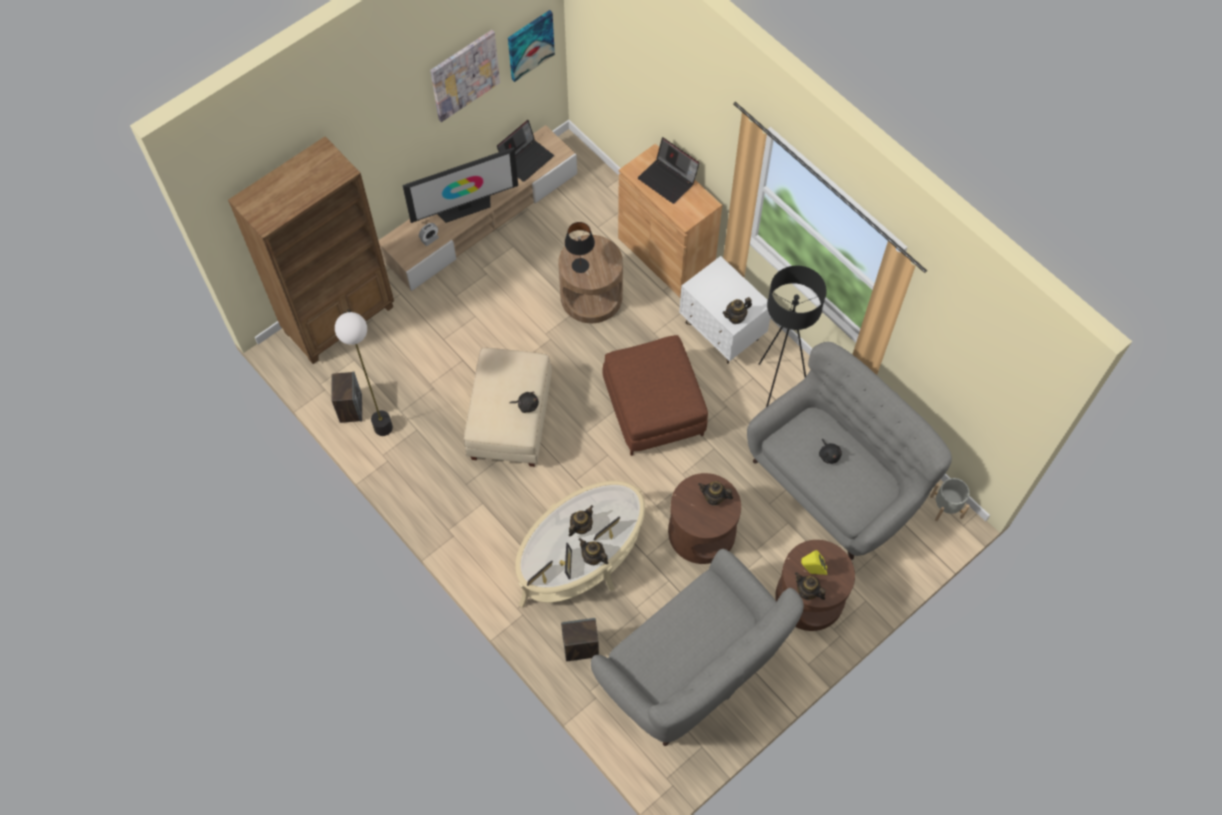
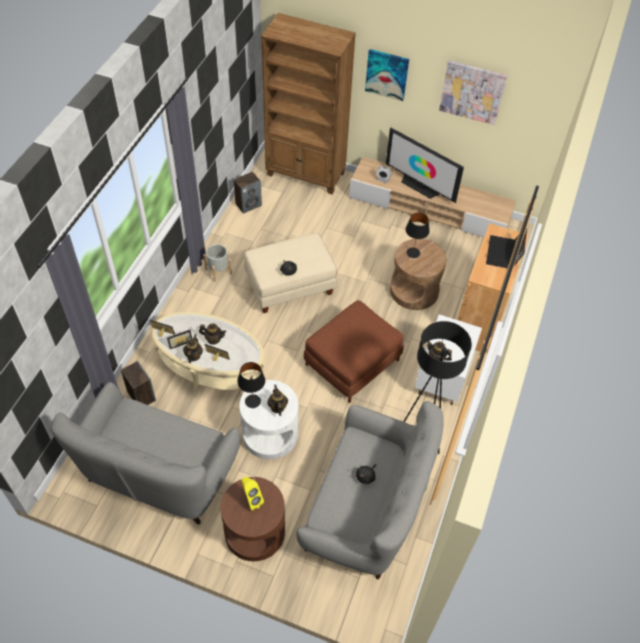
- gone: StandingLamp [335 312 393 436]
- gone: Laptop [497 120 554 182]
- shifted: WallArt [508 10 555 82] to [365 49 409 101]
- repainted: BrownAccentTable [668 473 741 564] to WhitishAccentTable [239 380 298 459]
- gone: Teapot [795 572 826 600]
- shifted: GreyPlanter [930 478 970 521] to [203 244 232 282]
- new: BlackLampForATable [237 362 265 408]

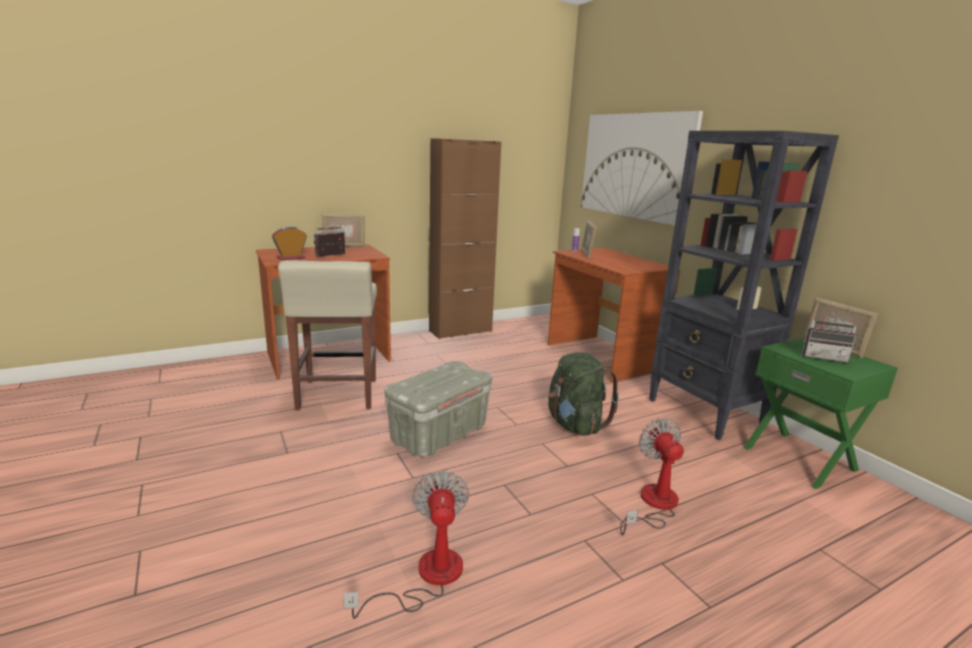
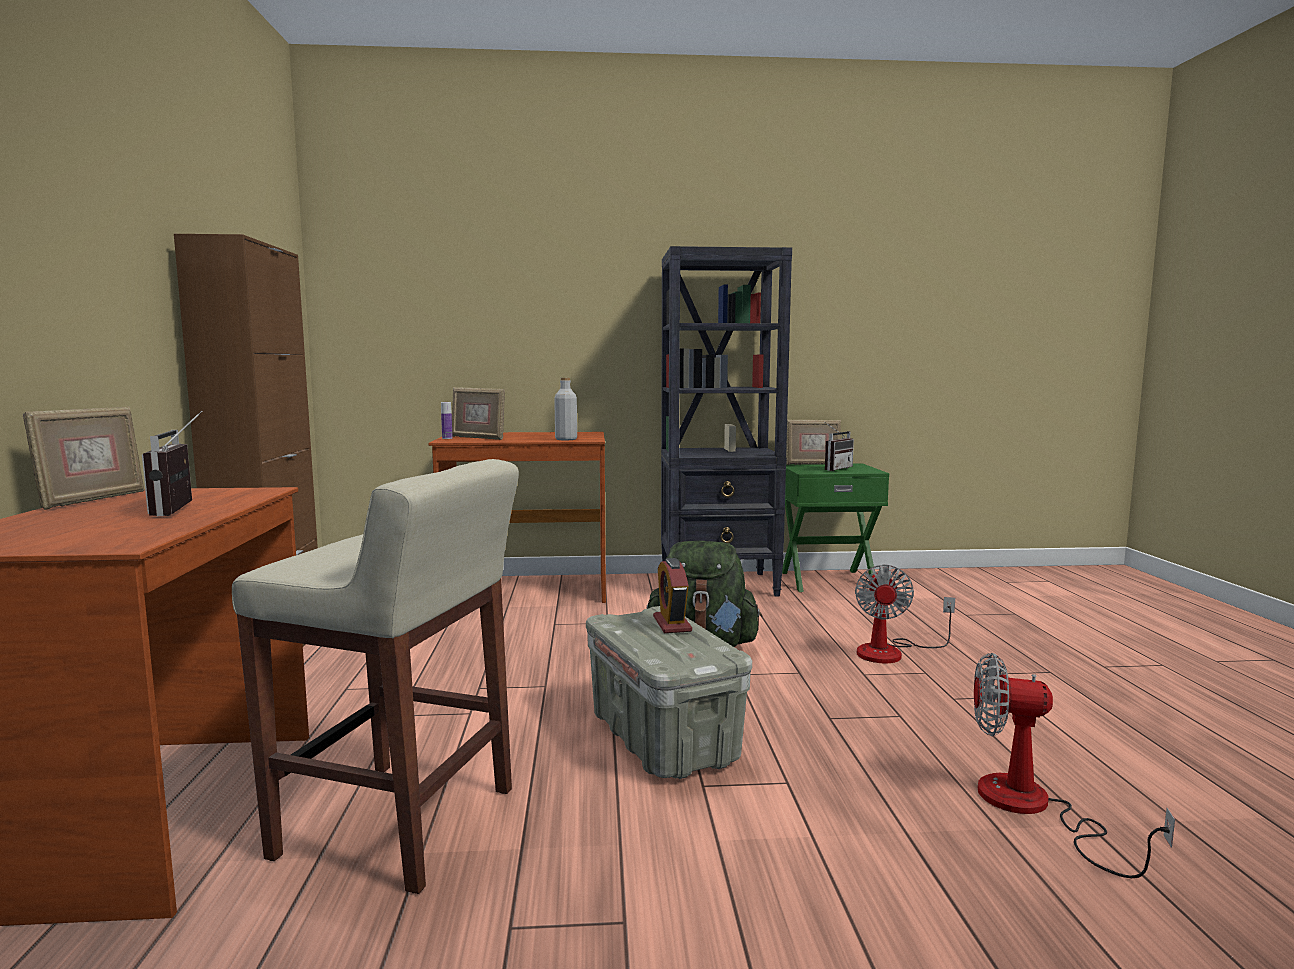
- shifted: TableClock [272 226 307 260] to [653 558 692 633]
- gone: WallArt [581 111 703 225]
- rotated: CoolingFan [620 418 684 535] = [855 565 955 663] 90 degrees counterclockwise
- new: GreyDrinkBottle [554 378 577 440]

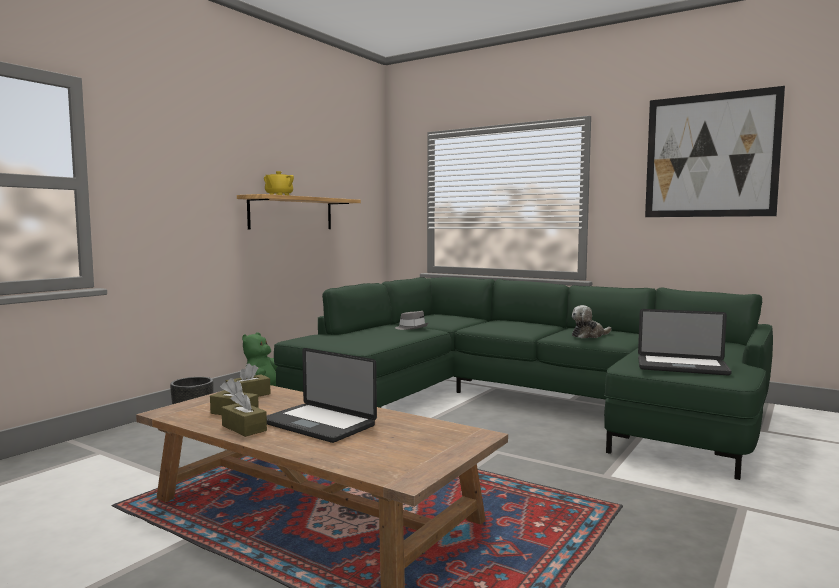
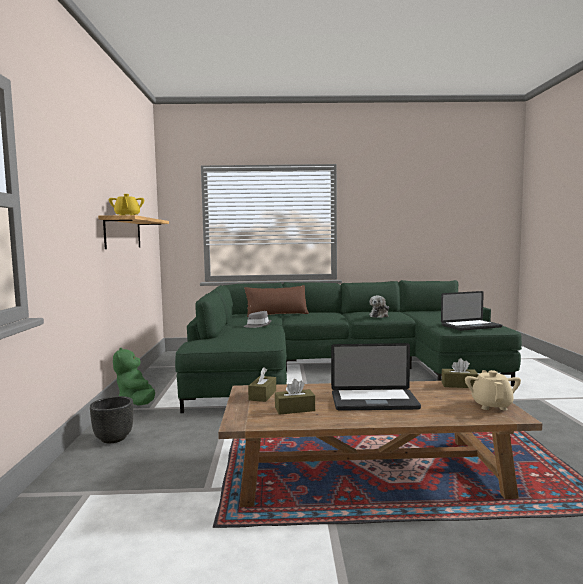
- shifted: BrownTissueBox [221 390 267 437] to [441 358 479 388]
- gone: WallArt [645 86 785 217]
- new: BrownCushion [244 285 309 317]
- new: BeigeColouredTeapot [465 370 521 410]

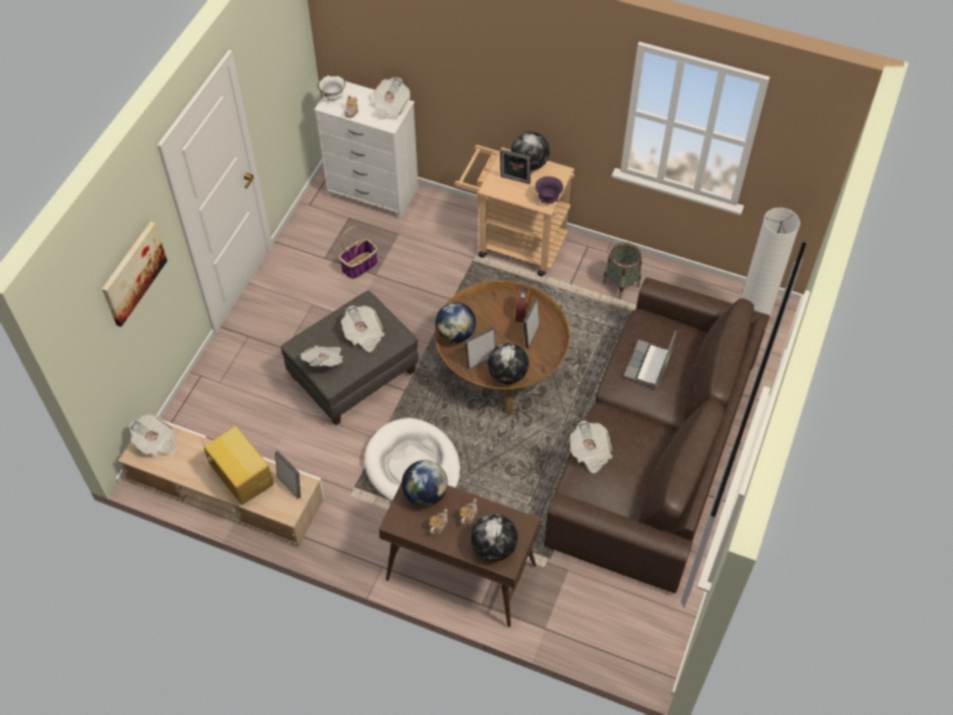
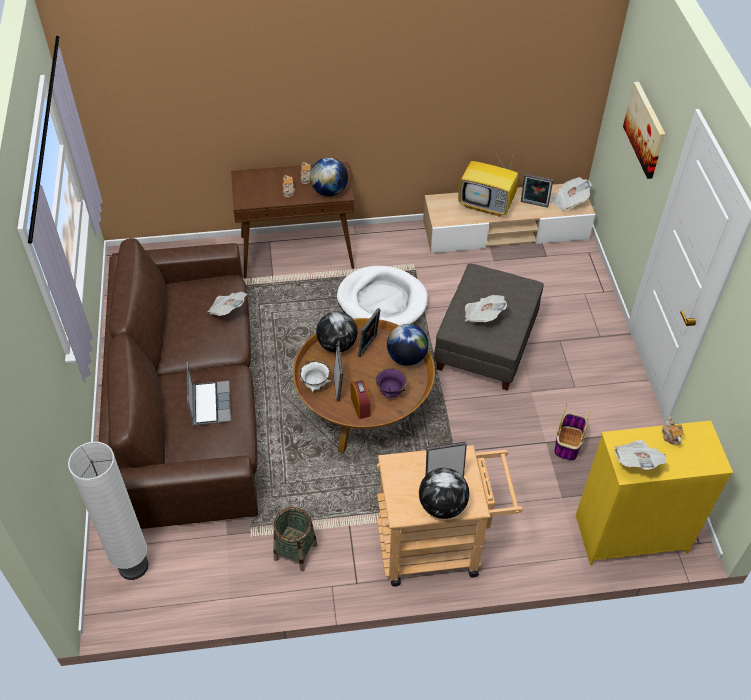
- shifted: PictureFrame [275 450 301 499] to [521 174 553 208]
- gone: DailyPaper [301 345 343 367]
- repainted: WhitishChestOfDrawers [314 81 418 219] to YellowColouredChestOfDrawers [576 421 733 565]
- shifted: WhitishServingBowl [317 74 345 101] to [300 360 331 392]
- gone: Globe [471 514 518 561]
- shifted: PurpleServingBowl [535 176 563 203] to [376 368 407 399]

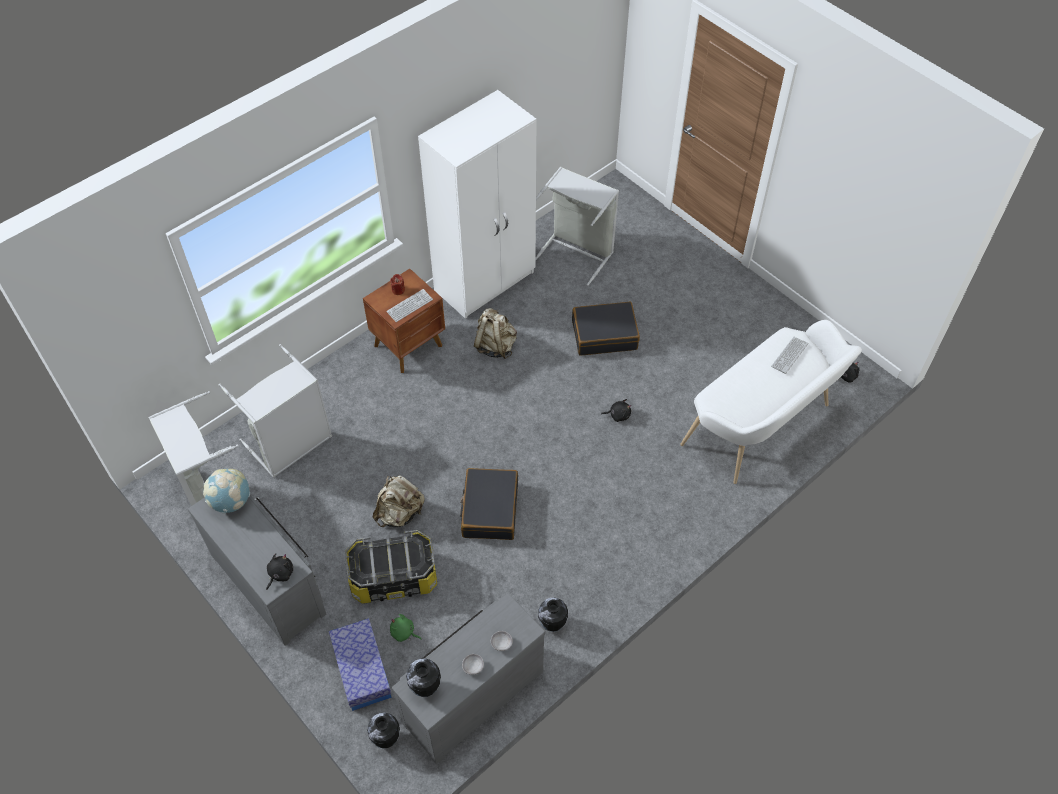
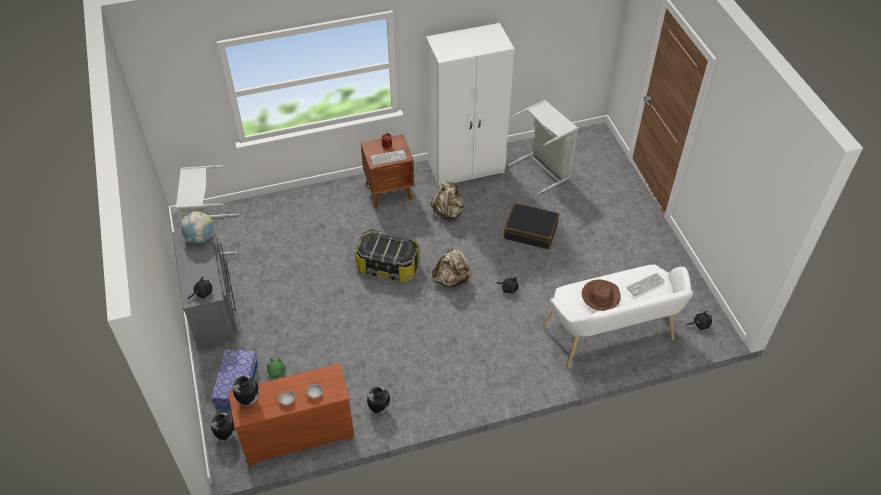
- gone: GreyHamper [219 344 332 478]
- shifted: StorageBox [345 530 437 604] to [355 229 420 282]
- shifted: BeigeColouredKnapsack [373 476 425 527] to [432 246 472 287]
- repainted: GreyChestOfDrawers [392 593 545 764] to BrownChestOfDrawers [228 364 354 466]
- gone: BlackPieceOfLuggage [460 468 518 540]
- new: BrownWearableHat [582 280 620 311]

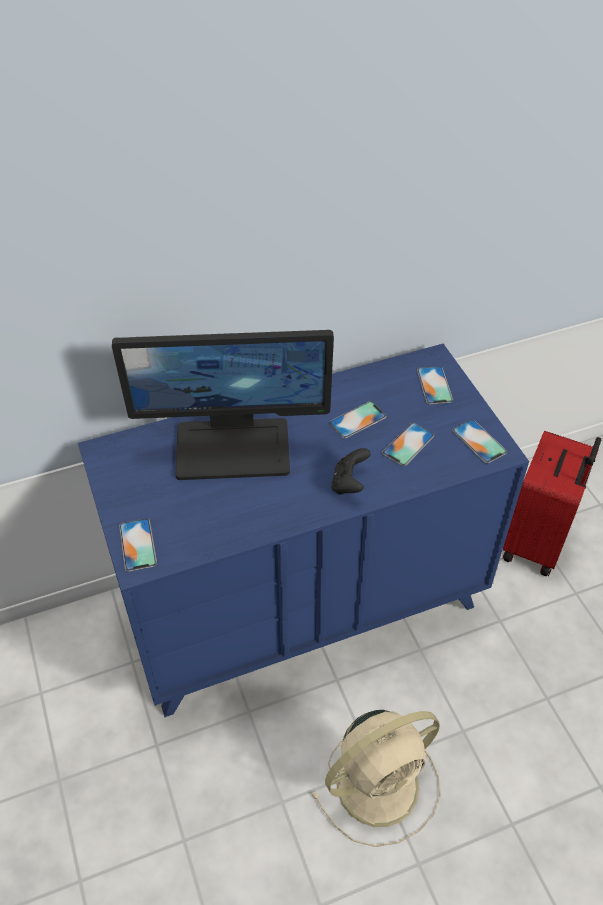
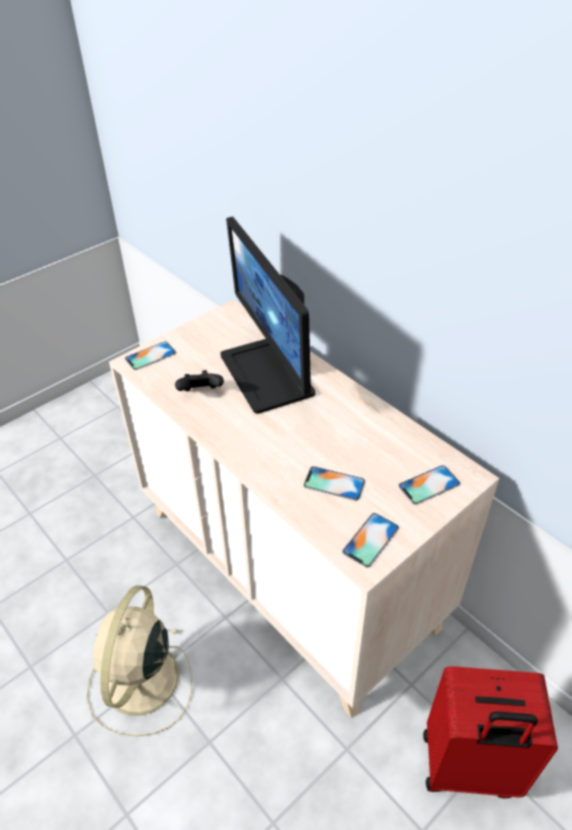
- repainted: BluishChestOfDrawers [78 344 529 717] to BeigeColouredChestOfDrawers [109 300 499 718]
- rotated: BeigeColouredCoolingFan [311 710 441 847] = [86 585 192 736] 60 degrees clockwise
- gone: Handset [329 401 386 438]
- shifted: BlackGameController [331 448 371 495] to [175 370 224 391]

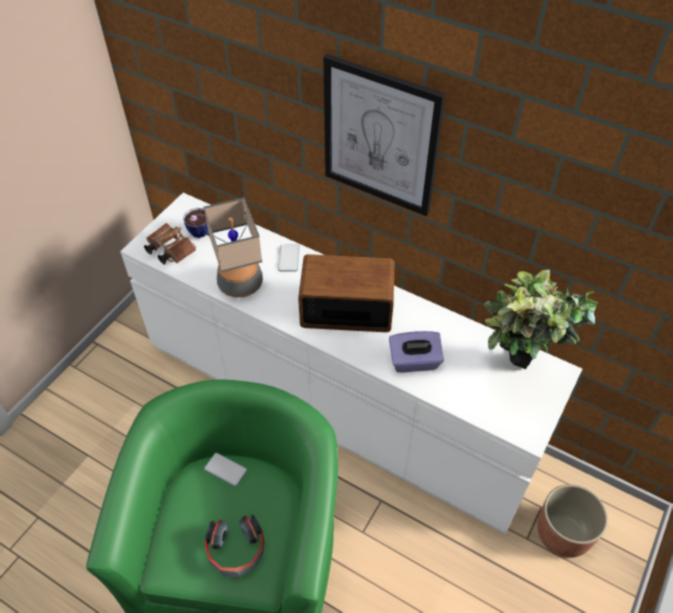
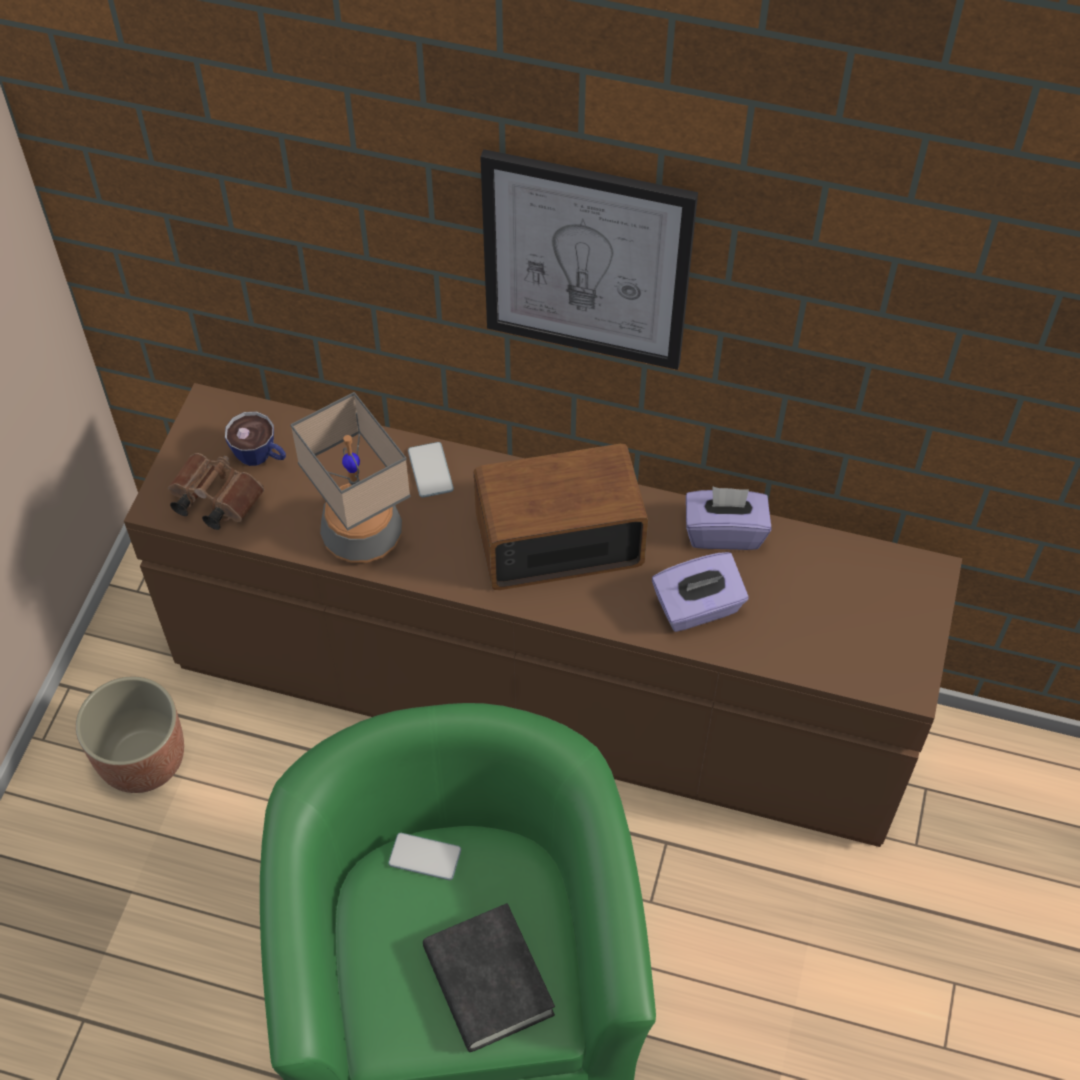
- repainted: WhitishChestOfDrawers [120 193 582 535] to BrownChestOfDrawers [124 383 962 847]
- swapped: Headphones [205 515 264 578] to BlackVolume [423 903 555 1052]
- gone: Houseplant [484 270 598 369]
- shifted: Planter [537 484 608 558] to [76 676 184 793]
- new: PurpleTissueBox [686 486 771 550]

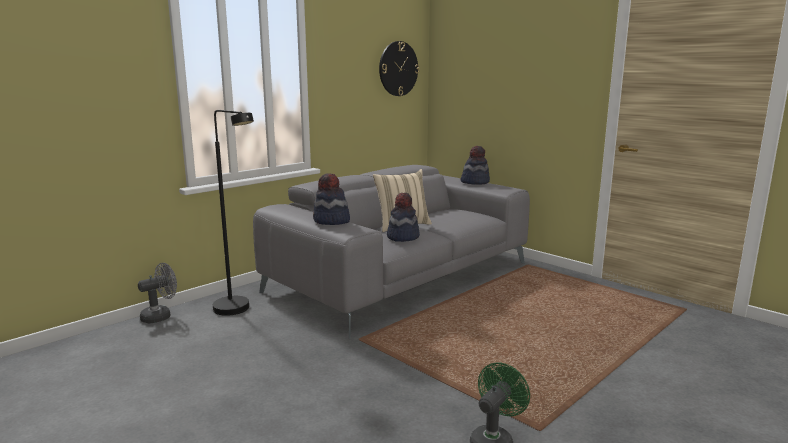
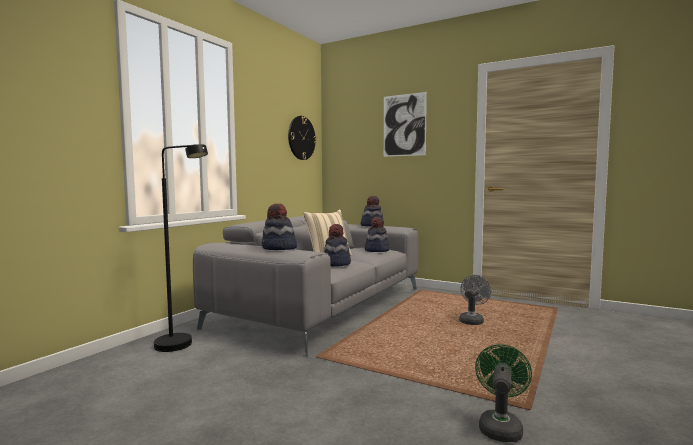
- shifted: GreyCoolingFan [138 263 177 323] to [459 275 491 325]
- new: WearableHat [365 217 390 252]
- new: WallArt [384 92 427 157]

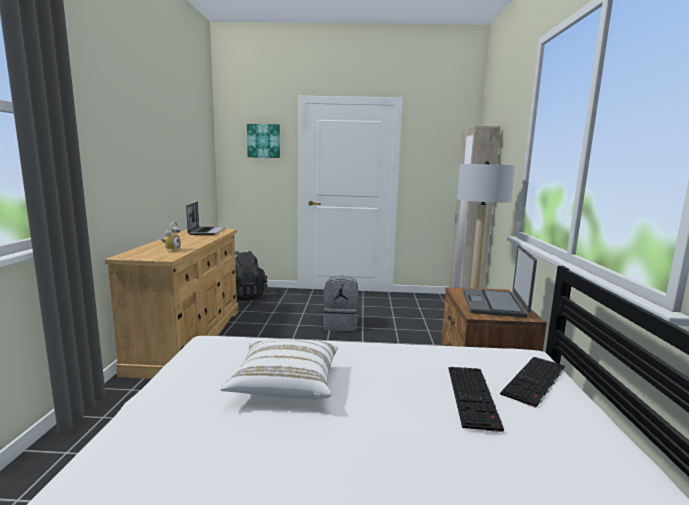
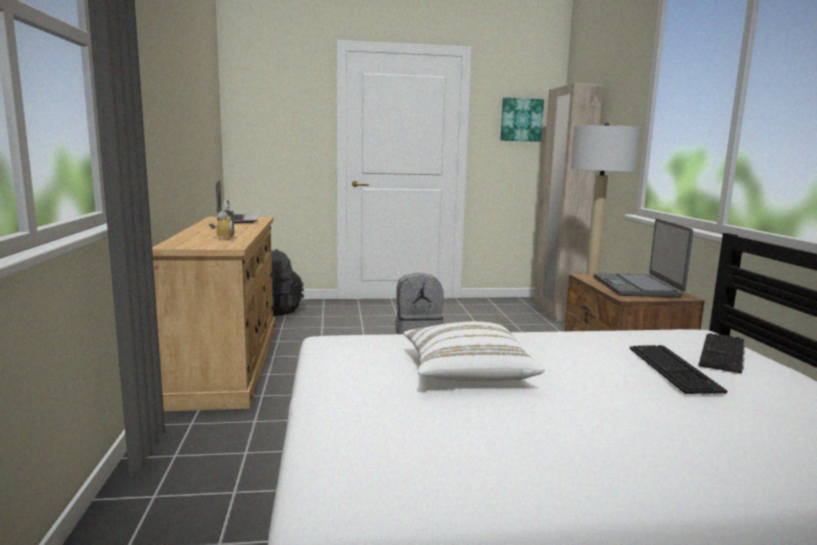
- shifted: WallArt [247 124 280 158] to [500 98 544 142]

